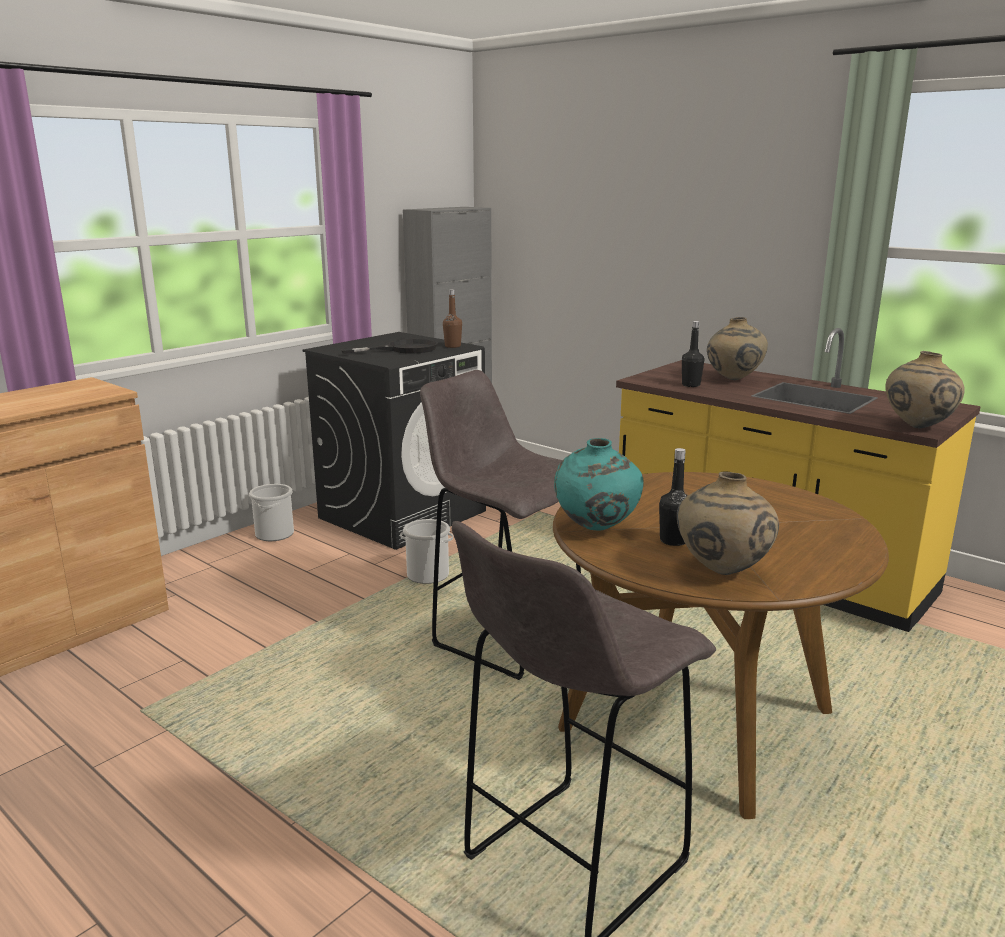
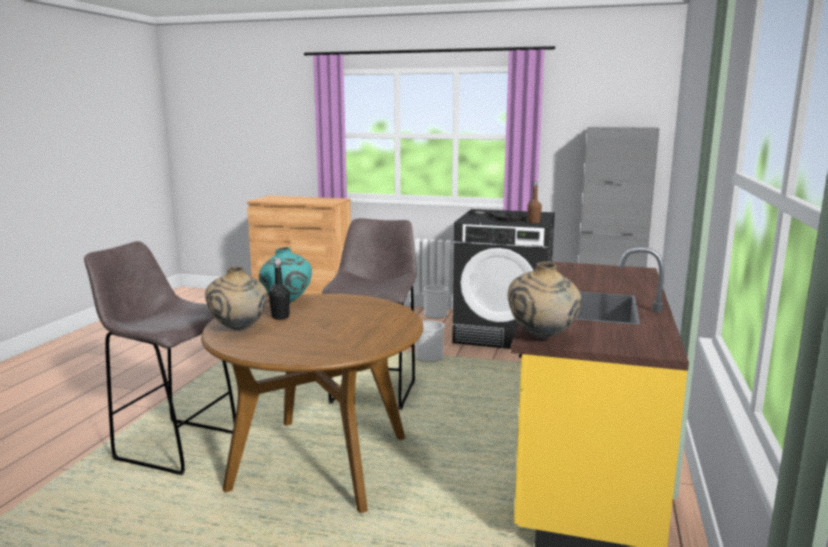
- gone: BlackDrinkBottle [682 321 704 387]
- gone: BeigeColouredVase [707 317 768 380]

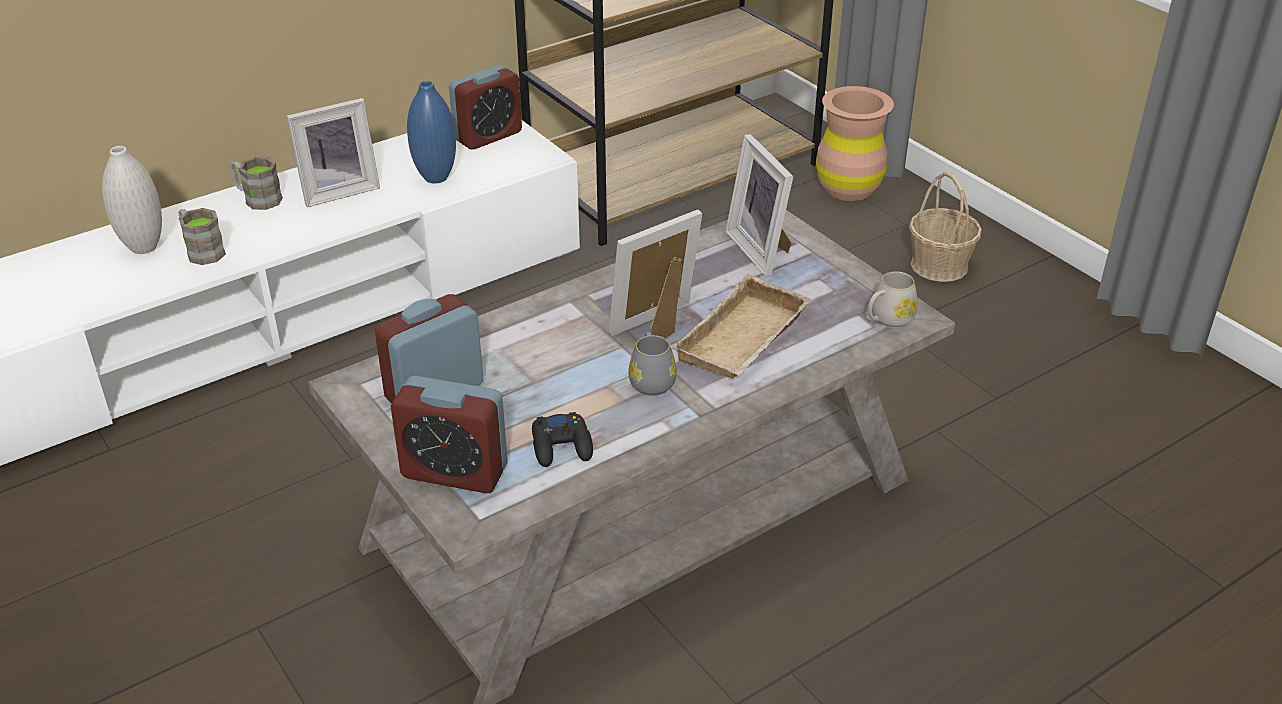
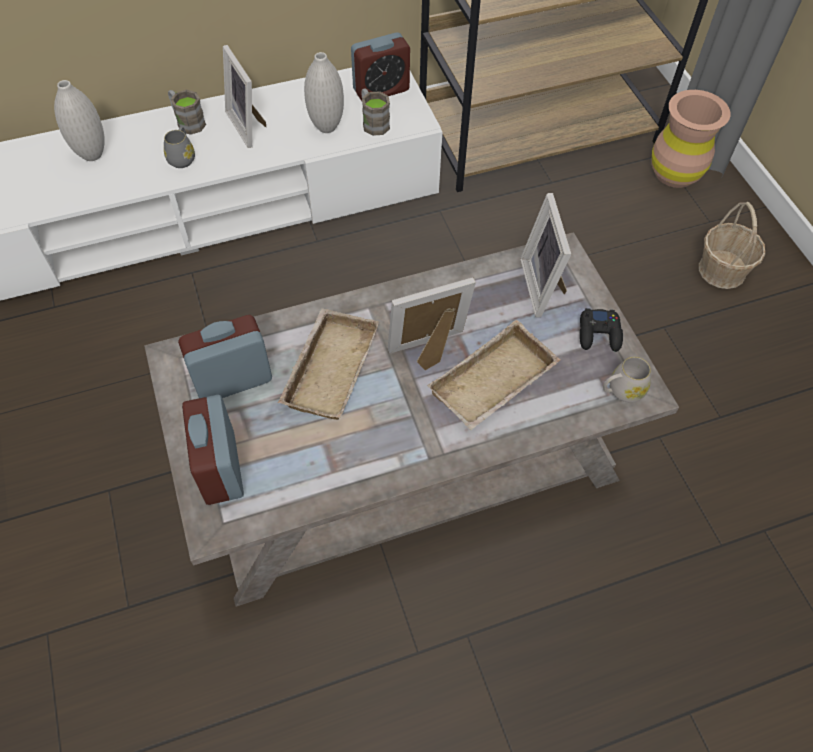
- shifted: BrownCoffeeMug [179 208 226 265] to [361 89 390 136]
- rotated: PictureFrame [286 98 380 207] = [223 45 266 148] 75 degrees clockwise
- rotated: TableClock [391 375 508 493] = [182 395 244 505] 45 degrees clockwise
- repainted: BluishVase [407 81 456 183] to WhitishVase [304 52 344 133]
- shifted: BlackGameController [532 412 593 467] to [580 308 623 352]
- shifted: GreyCoffeeMug [628 332 677 396] to [164 127 195 168]
- new: BeigeColouredTray [278 308 379 420]

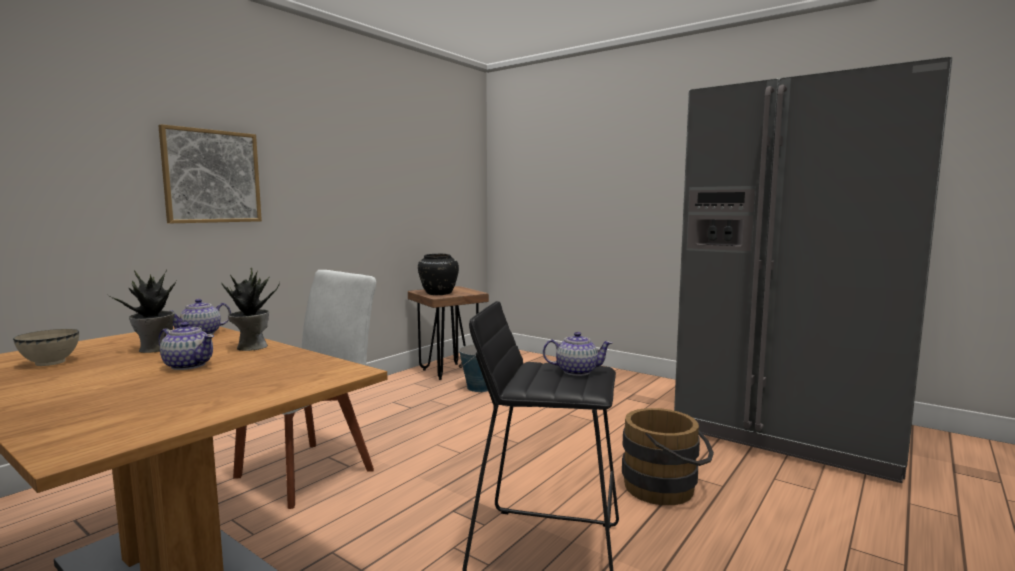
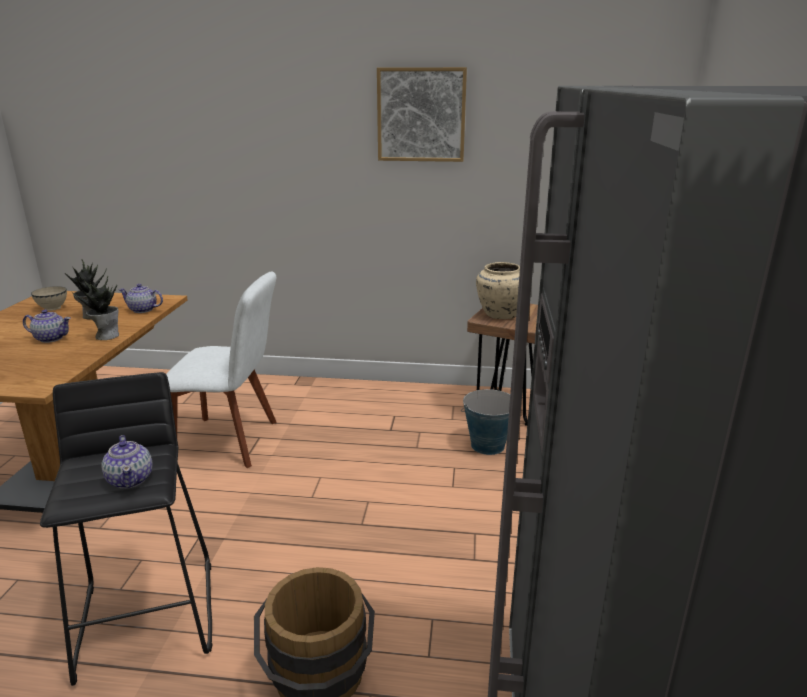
- shifted: WallArt [158 124 262 223] to [377 67 467 162]
- rotated: Teapot [158 322 214 370] = [23 310 71 343] 75 degrees counterclockwise
- repainted: BlackVase [418 254 459 295] to BeigeColouredVase [476 262 520 319]

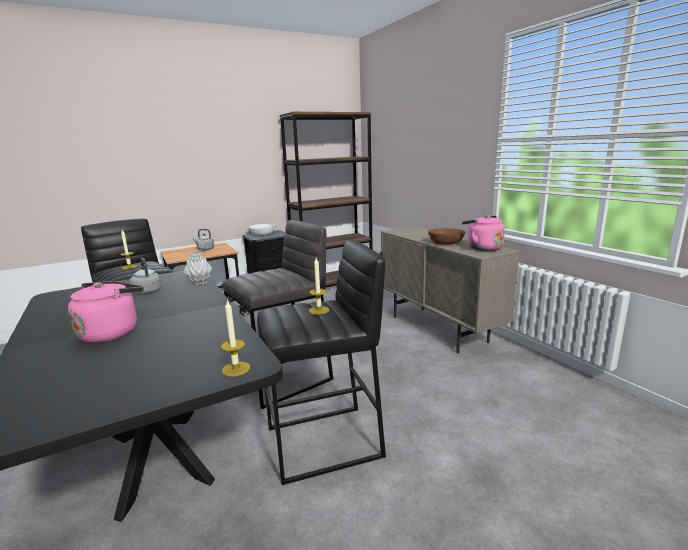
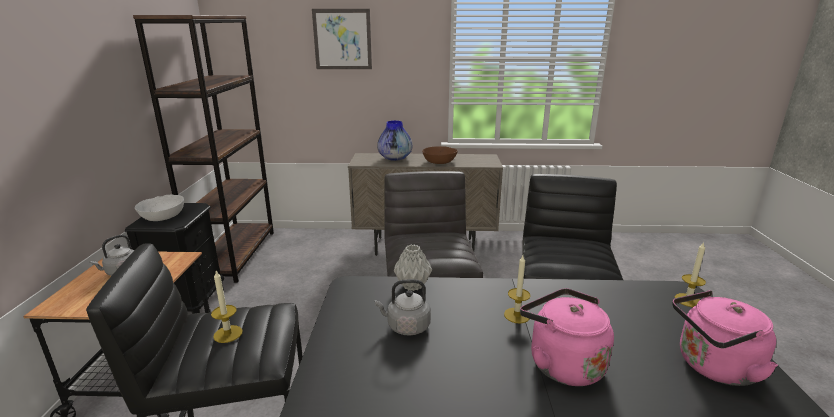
- shifted: Candle [309 258 329 315] to [504 255 530 324]
- shifted: PinkTeaKettle [462 215 505 251] to [673 290 778 386]
- new: WallArt [312 9 372 69]
- new: Vase [377 120 413 161]

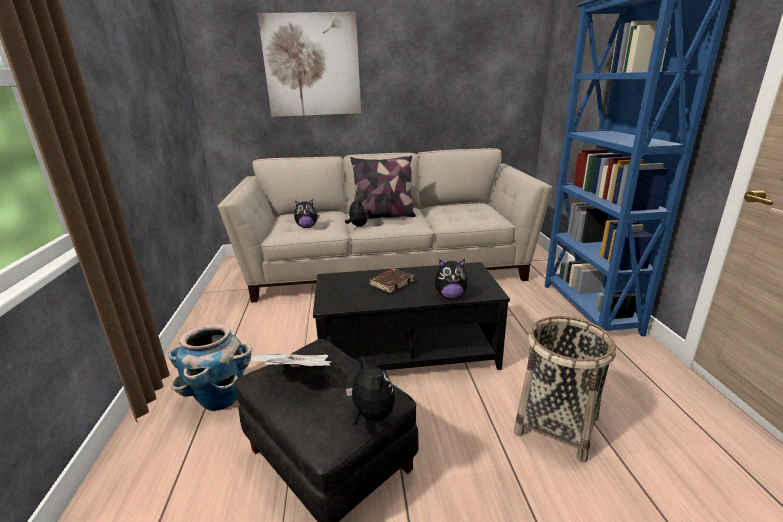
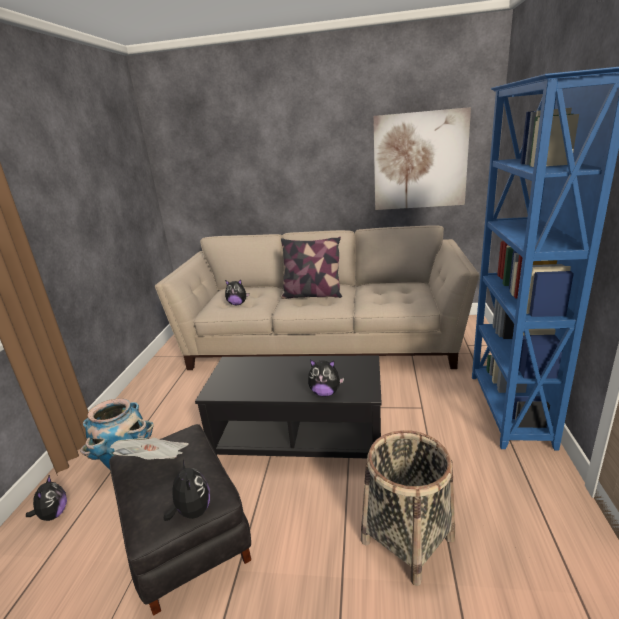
- shifted: WallArt [258 12 361 117] to [373 107 471 210]
- shifted: SoftToy [345 198 368 227] to [26 475 67 521]
- gone: BrownVolume [369 268 414 293]

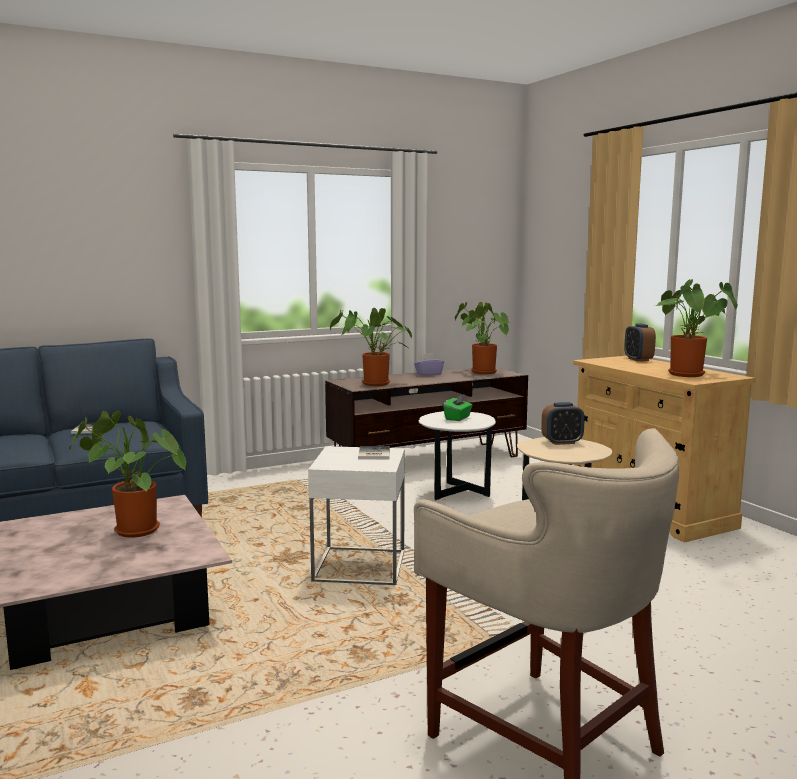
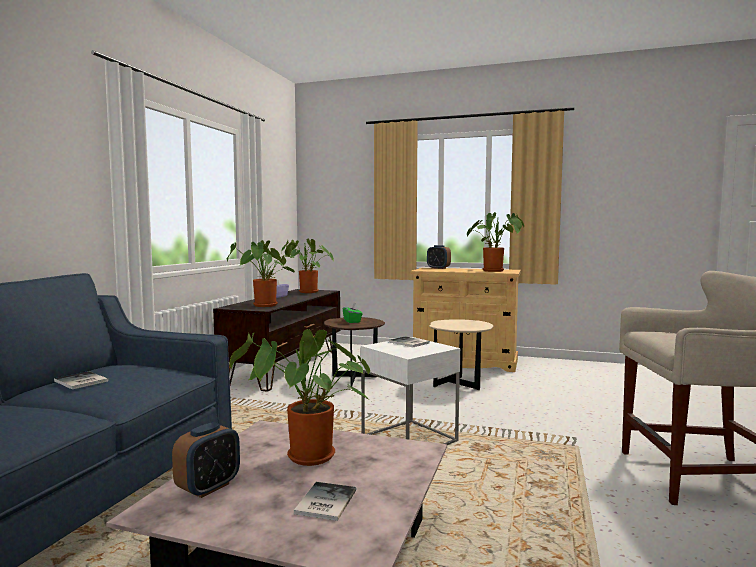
- repainted: WhitishAccentTable [419 411 496 500] to BrownAccentTable [324 317 385 386]
- shifted: TableClock [541 402 585 445] to [172 422 240 498]
- new: Volume [294 482 356 521]

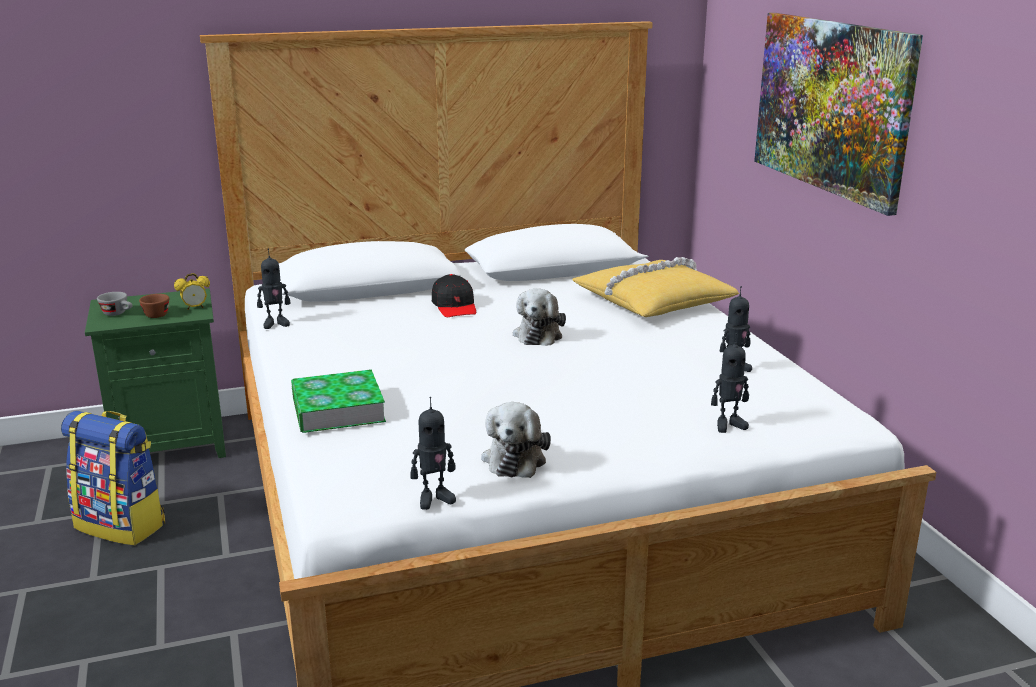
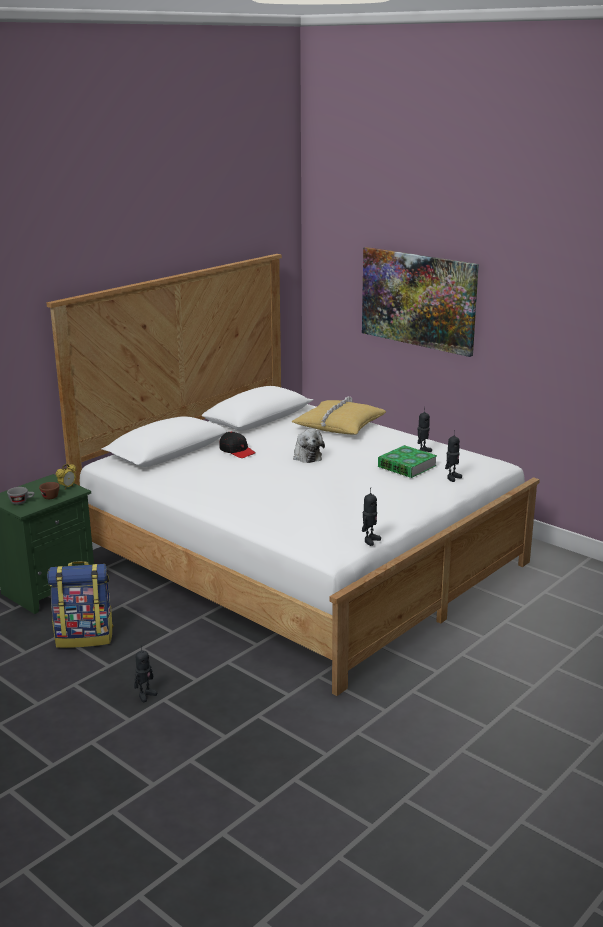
- shifted: ToyRobot [257 248 290 329] to [134 645 157 702]
- shifted: Volume [291 369 386 433] to [378 445 437 478]
- gone: SoftToy [481 402 551 478]

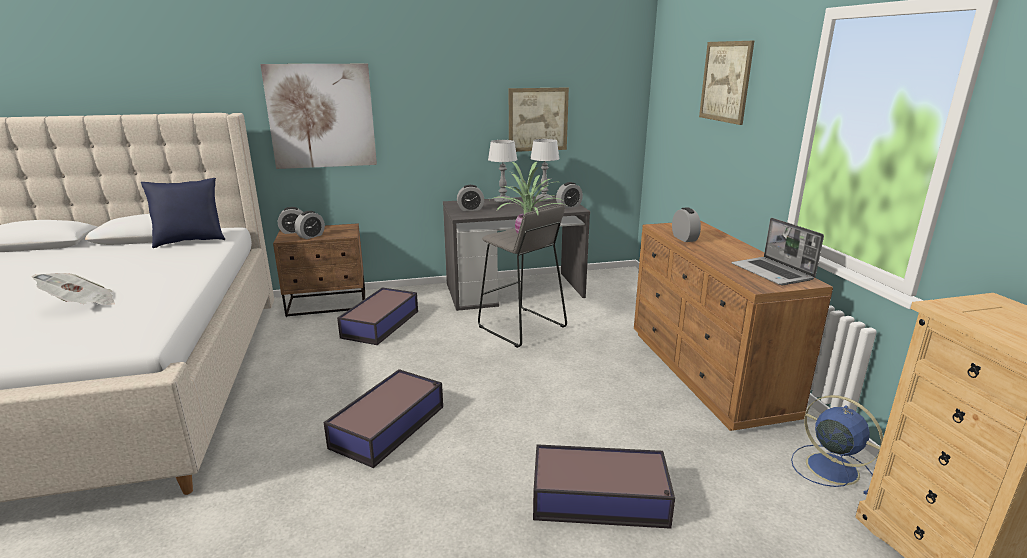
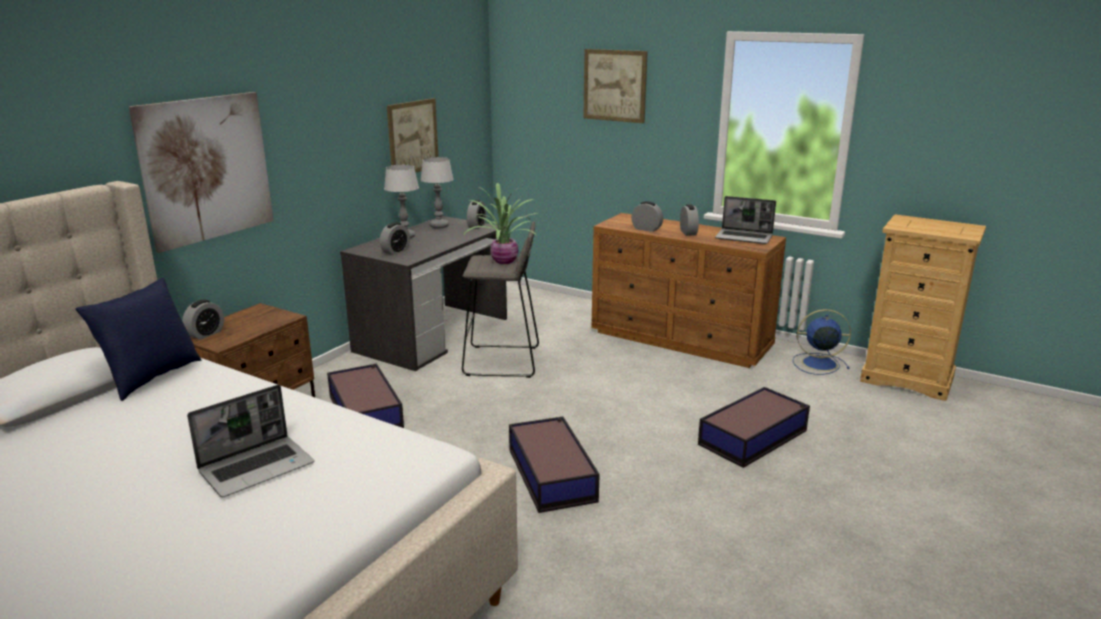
- swapped: DailyPaper [32 273 115 305] to Laptop [187 385 314 497]
- shifted: TableClock [295 211 325 239] to [680 204 699 236]

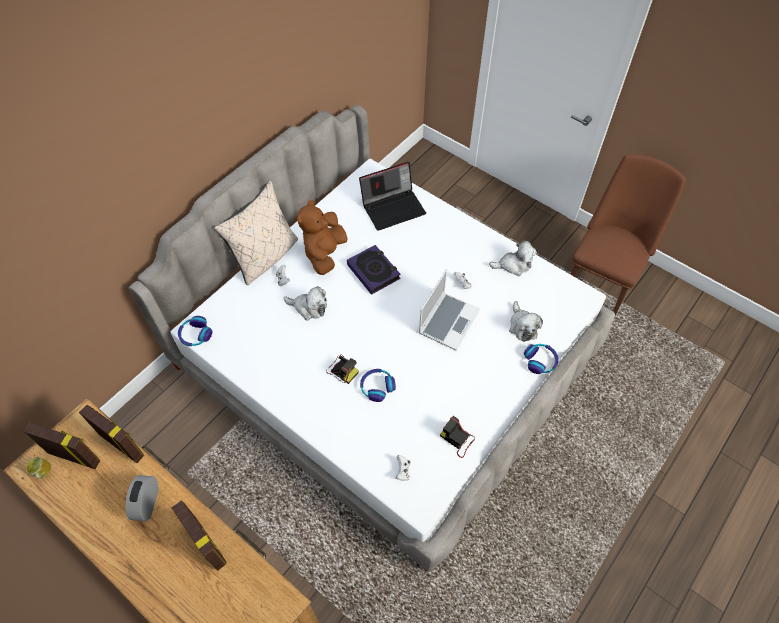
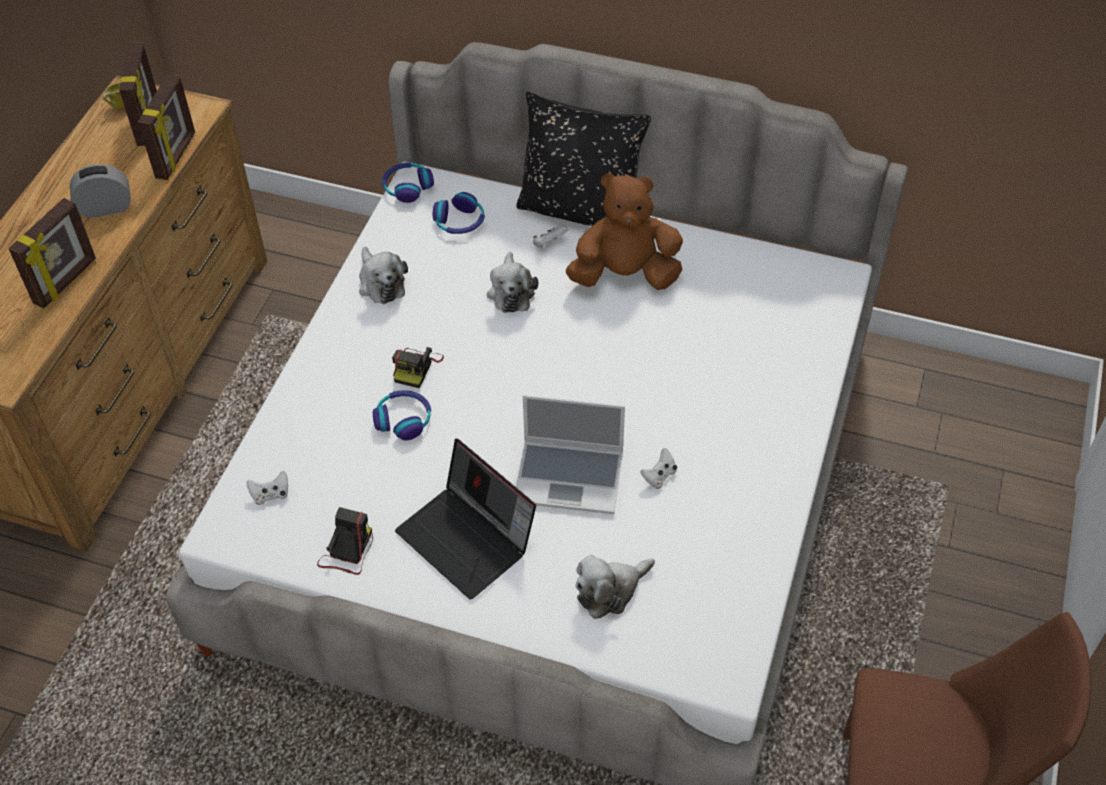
- repainted: BeigeColouredCushion [214 181 298 285] to BlackCushion [516 92 651 226]
- gone: Volume [347 245 401 295]
- shifted: Laptop [359 162 426 231] to [395 439 536 600]
- shifted: SoftToy [489 241 537 276] to [359 247 408 304]
- shifted: Headphones [524 344 559 374] to [433 192 485 234]

